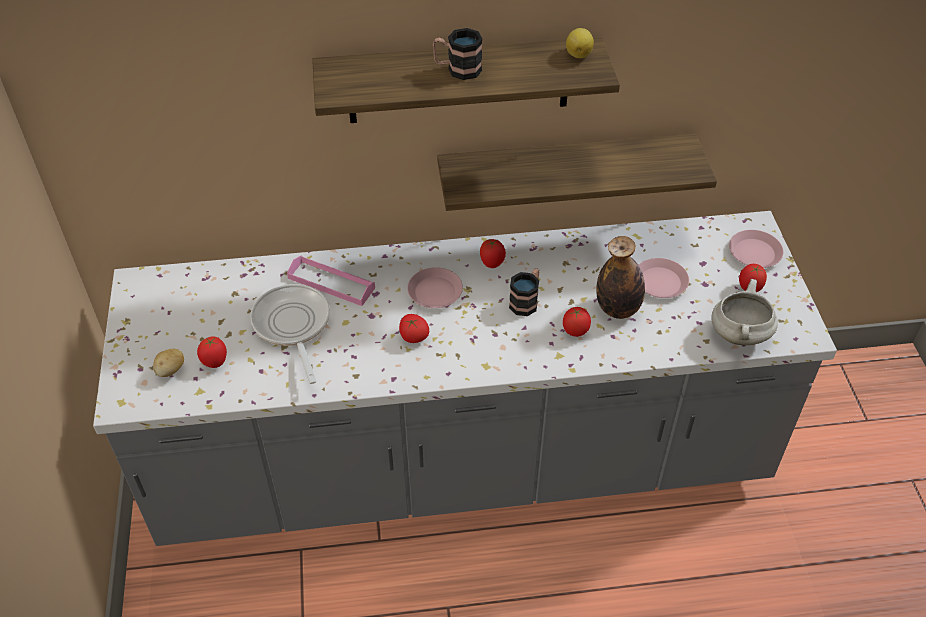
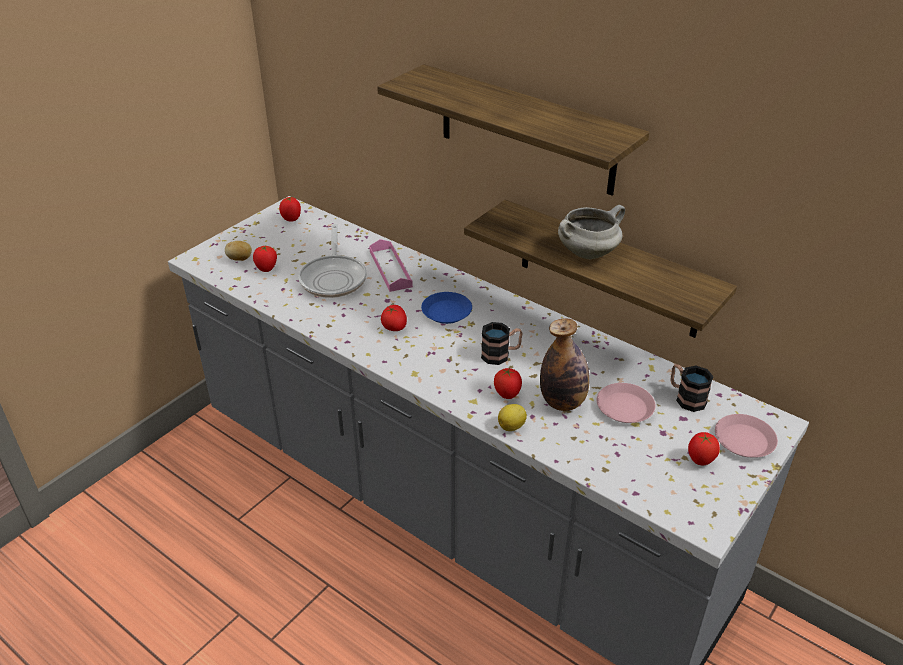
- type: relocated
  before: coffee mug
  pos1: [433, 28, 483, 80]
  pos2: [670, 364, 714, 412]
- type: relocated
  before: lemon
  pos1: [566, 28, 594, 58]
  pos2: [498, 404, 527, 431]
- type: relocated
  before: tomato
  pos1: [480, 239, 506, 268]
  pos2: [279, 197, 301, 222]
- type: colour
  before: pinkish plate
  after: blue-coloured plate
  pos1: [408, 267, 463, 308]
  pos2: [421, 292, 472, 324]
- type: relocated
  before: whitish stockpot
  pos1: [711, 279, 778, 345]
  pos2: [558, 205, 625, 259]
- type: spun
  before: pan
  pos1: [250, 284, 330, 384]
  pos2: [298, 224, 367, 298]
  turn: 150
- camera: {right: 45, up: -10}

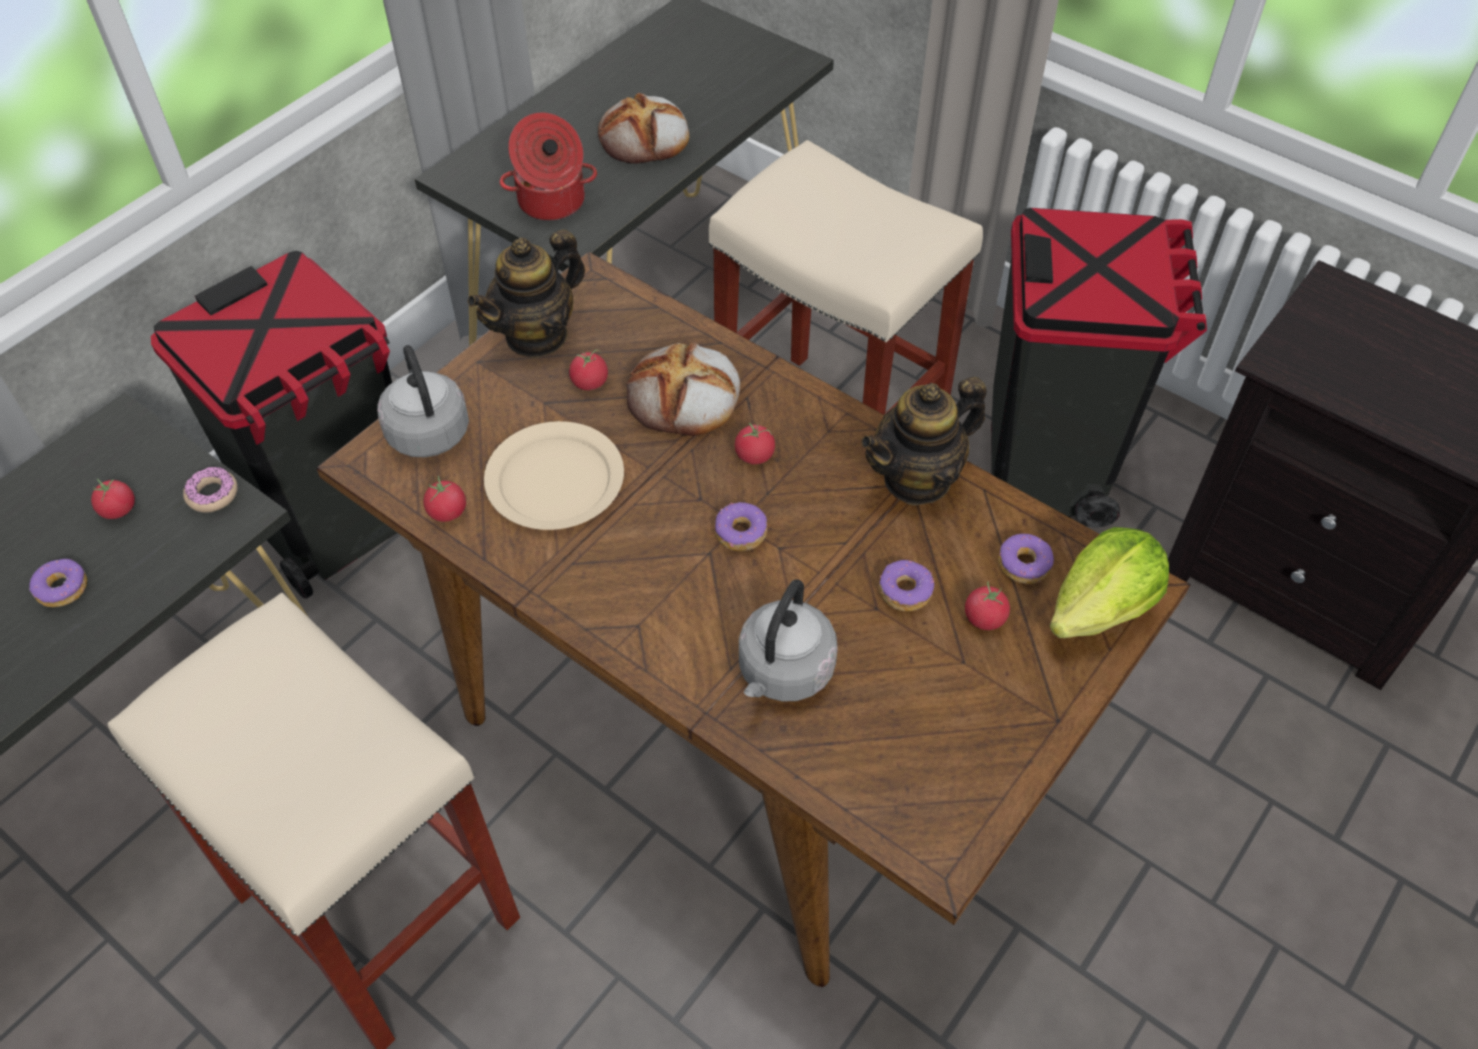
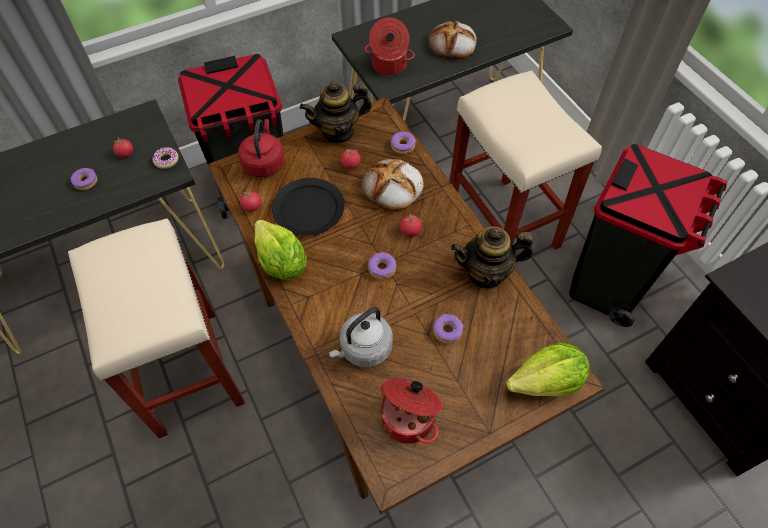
- type: colour
  before: greyish tea kettle
  after: red tea kettle
  pos1: [377, 345, 469, 458]
  pos2: [239, 119, 284, 177]
- type: colour
  before: beige-coloured plate
  after: black-coloured plate
  pos1: [484, 421, 624, 530]
  pos2: [272, 178, 345, 236]
- type: relocated
  before: donut
  pos1: [998, 534, 1054, 584]
  pos2: [391, 132, 416, 154]
- type: missing
  before: tomato
  pos1: [965, 581, 1010, 630]
- type: appeared
  after: lettuce
  pos2: [254, 220, 307, 280]
- type: appeared
  after: stockpot
  pos2: [381, 379, 442, 444]
- camera: {right: 25, up: 5}

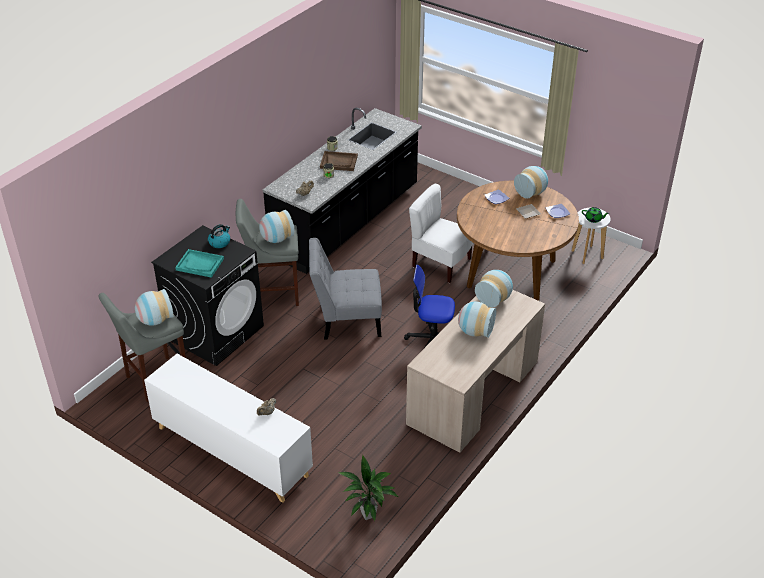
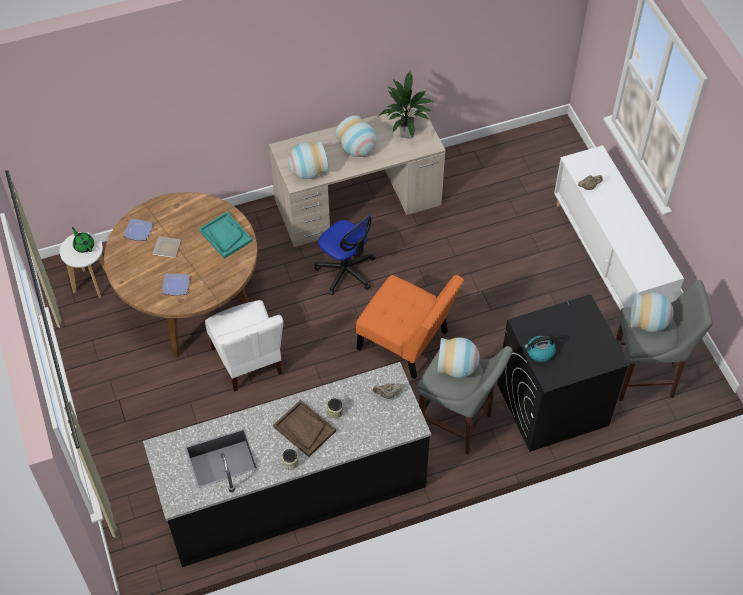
- type: missing
  before: decorative vase
  pos1: [514, 166, 548, 198]
- type: colour
  before: greyish plain chair
  after: orange plain chair
  pos1: [309, 238, 382, 340]
  pos2: [356, 275, 464, 379]
- type: relocated
  before: blue-green tray
  pos1: [175, 249, 224, 278]
  pos2: [199, 212, 253, 259]
- type: relocated
  before: houseplant
  pos1: [337, 455, 398, 521]
  pos2: [379, 71, 434, 139]
- camera: {right: -145, up: 15}

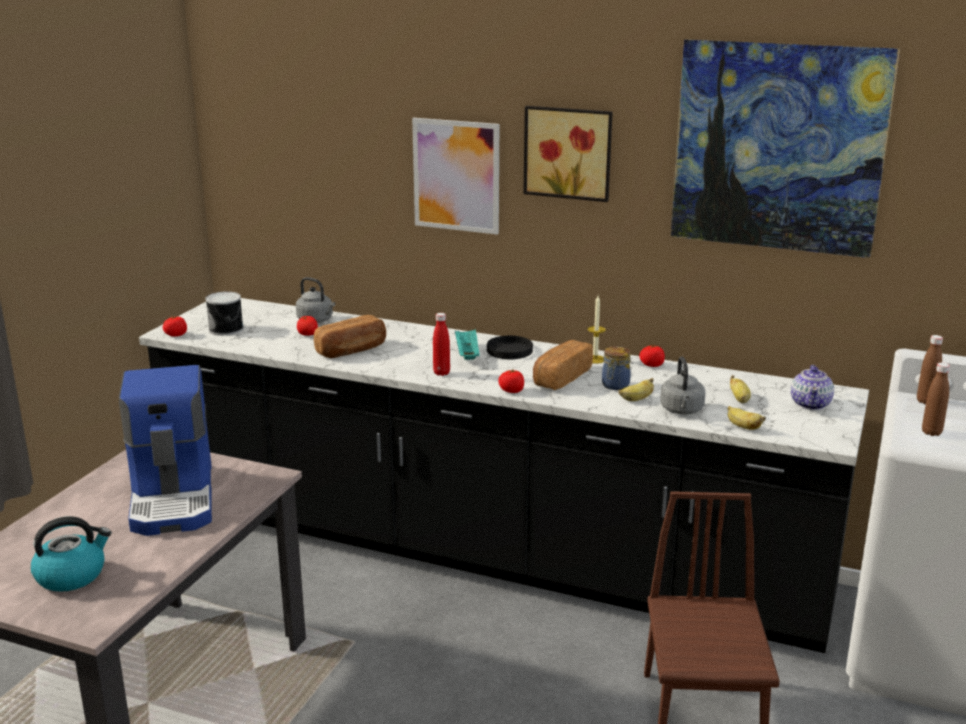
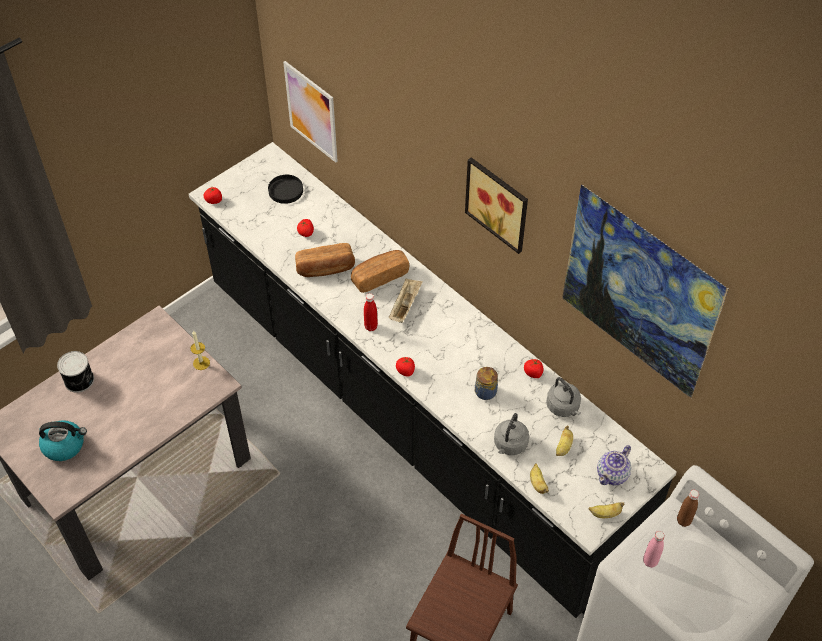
- type: relocated
  before: wall art
  pos1: [412, 118, 499, 235]
  pos2: [283, 61, 338, 163]
- type: relocated
  before: greyish tea kettle
  pos1: [296, 277, 335, 323]
  pos2: [546, 377, 581, 417]
- type: relocated
  before: sealed can
  pos1: [205, 291, 244, 336]
  pos2: [57, 351, 94, 393]
- type: relocated
  before: wax light
  pos1: [588, 296, 606, 364]
  pos2: [190, 330, 210, 370]
- type: colour
  before: blue-green tray
  after: beige-coloured tray
  pos1: [455, 329, 480, 360]
  pos2: [389, 278, 423, 323]
- type: relocated
  before: black-coloured plate
  pos1: [487, 336, 533, 359]
  pos2: [268, 175, 303, 204]
- type: relocated
  before: bread
  pos1: [533, 340, 593, 390]
  pos2: [351, 250, 409, 293]
- type: colour
  before: brown-coloured drink bottle
  after: pinkish drink bottle
  pos1: [922, 362, 950, 436]
  pos2: [643, 531, 665, 568]
- type: missing
  before: coffee machine
  pos1: [119, 365, 212, 536]
- type: relocated
  before: banana fruit
  pos1: [618, 378, 654, 401]
  pos2: [589, 502, 625, 518]
- camera: {right: 25, up: 30}

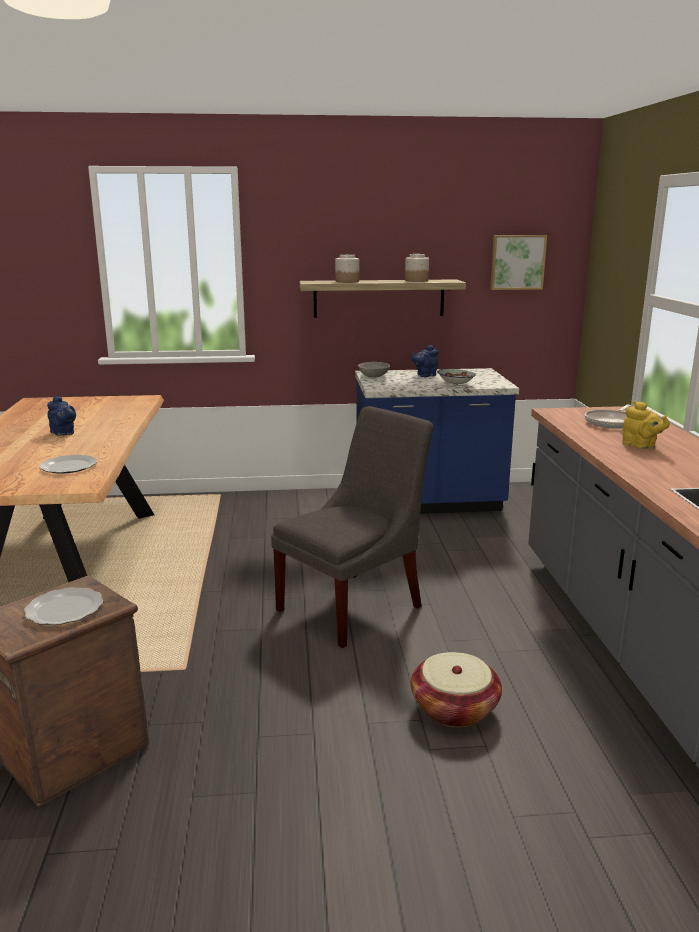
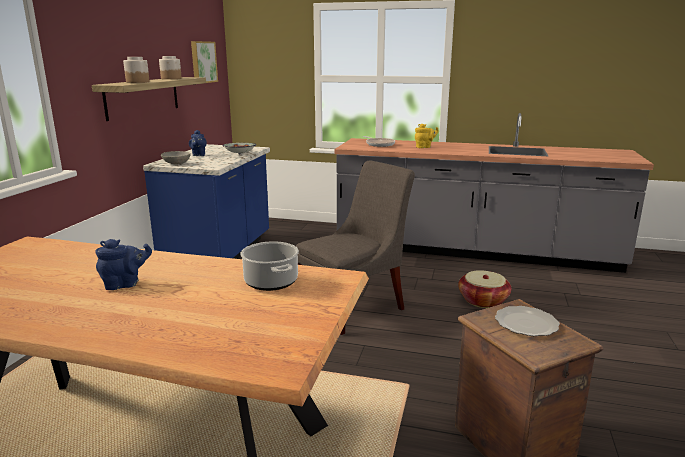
- type: spun
  before: greyish plain chair
  pos1: [271, 406, 433, 648]
  pos2: [296, 160, 415, 335]
  turn: 75
- type: exchanged
  before: plate
  after: stockpot
  pos1: [39, 455, 97, 474]
  pos2: [241, 241, 299, 291]
- camera: {right: -70, up: 0}

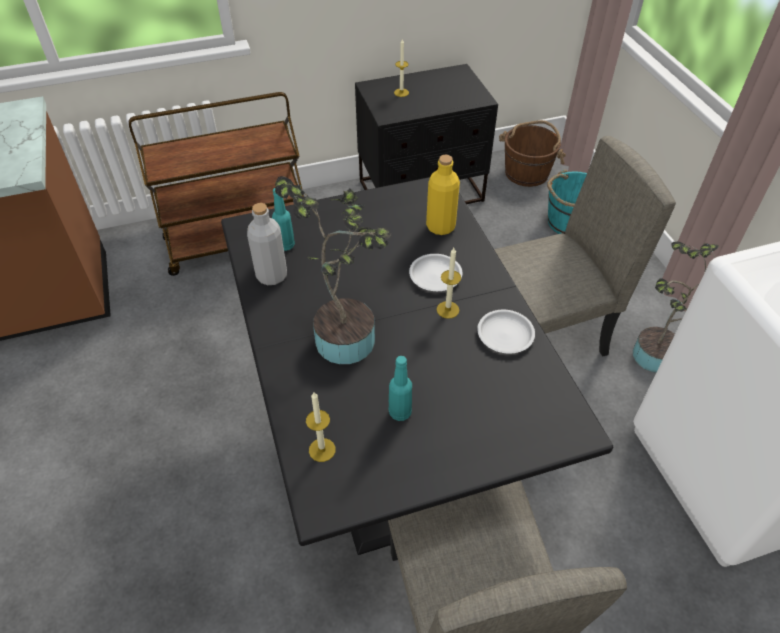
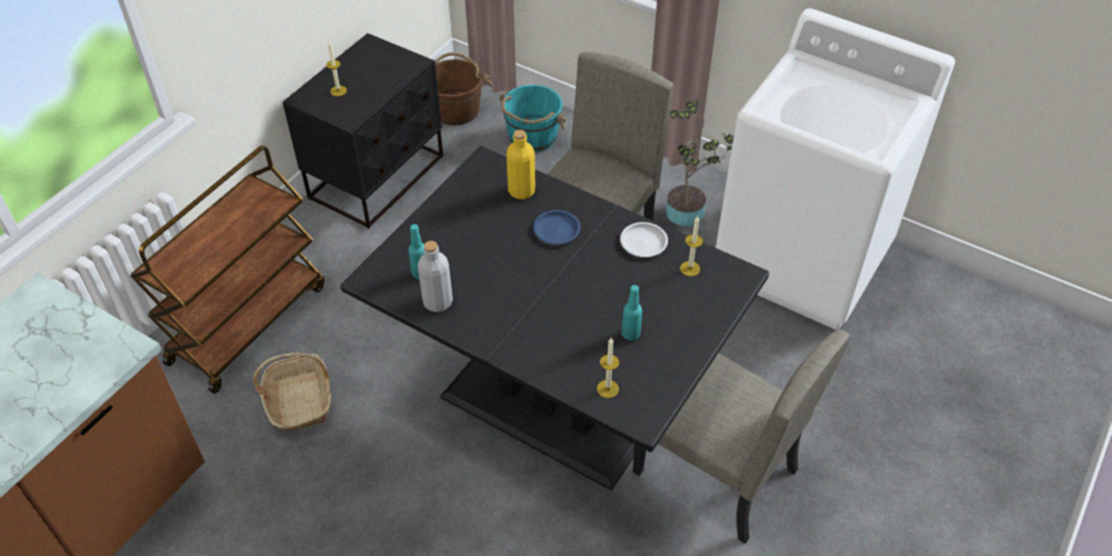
- type: missing
  before: houseplant
  pos1: [275, 176, 392, 364]
- type: relocated
  before: wax light
  pos1: [436, 248, 461, 319]
  pos2: [680, 215, 703, 276]
- type: colour
  before: whitish plate
  after: blue-coloured plate
  pos1: [409, 254, 462, 291]
  pos2: [533, 210, 580, 244]
- type: appeared
  after: basket
  pos2: [253, 352, 331, 432]
- camera: {right: -40, up: 0}

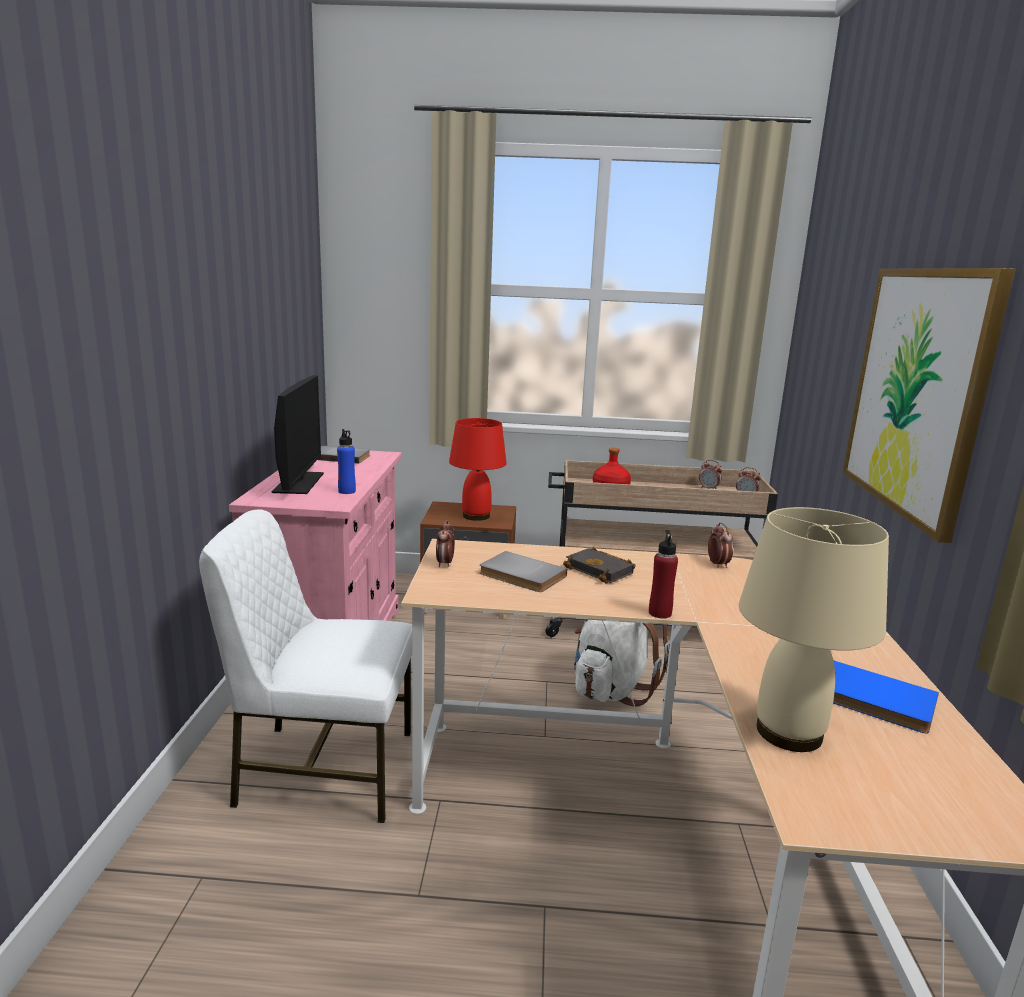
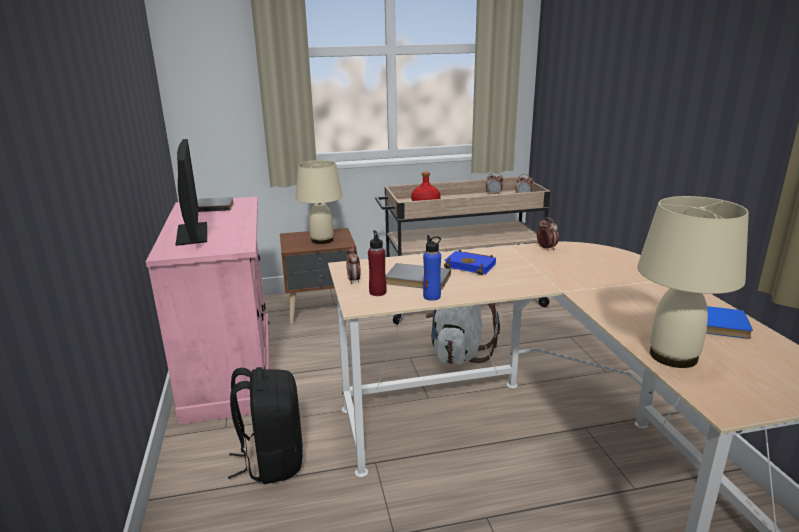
- type: missing
  before: wall art
  pos1: [843, 268, 1016, 543]
- type: colour
  before: red lamp for a table
  after: beige-coloured lamp for a table
  pos1: [449, 418, 507, 521]
  pos2: [296, 160, 343, 244]
- type: relocated
  before: blue-coloured drink bottle
  pos1: [337, 429, 356, 494]
  pos2: [423, 235, 441, 301]
- type: exchanged
  before: whitish plain chair
  after: black-coloured backpack
  pos1: [199, 509, 412, 823]
  pos2: [228, 367, 303, 484]
- type: relocated
  before: red drink bottle
  pos1: [649, 530, 678, 619]
  pos2: [368, 230, 387, 296]
- type: colour
  before: black-coloured volume
  after: blue-coloured volume
  pos1: [563, 547, 636, 583]
  pos2: [444, 249, 496, 275]
- camera: {right: -15, up: 5}

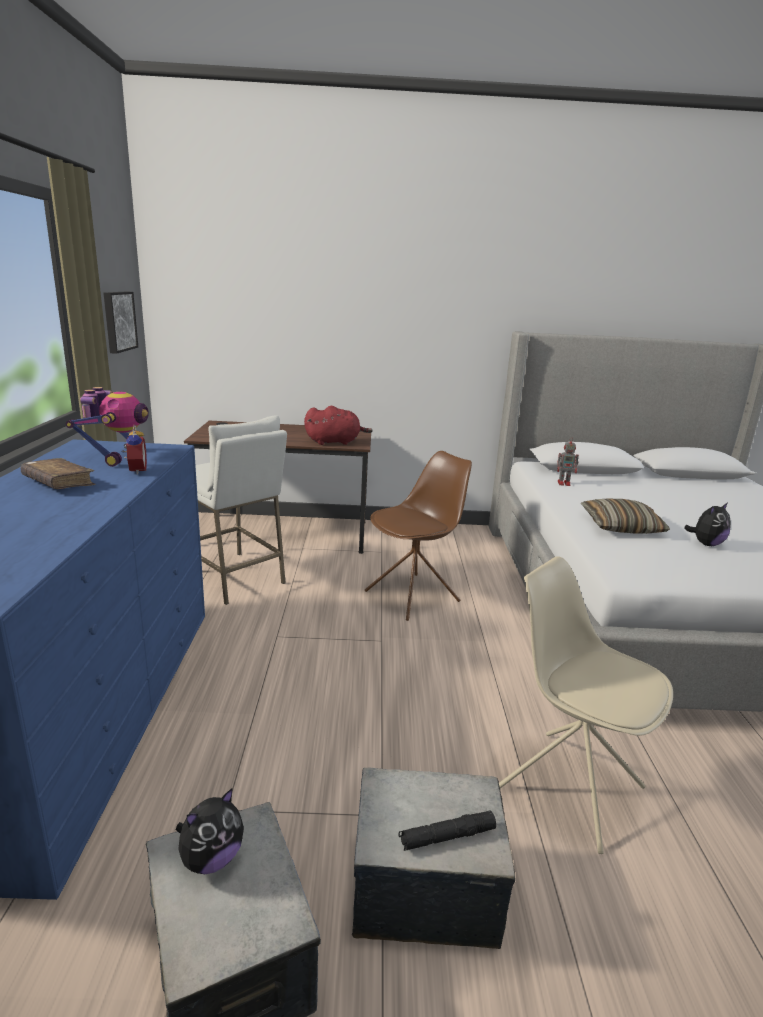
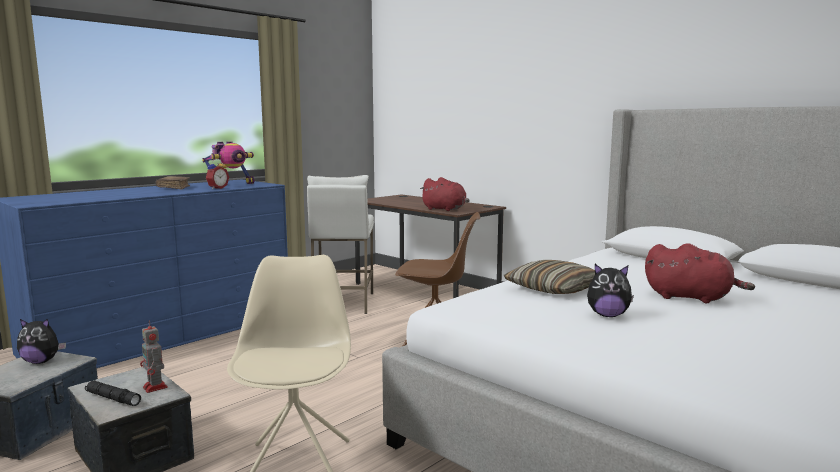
- type: missing
  before: wall art
  pos1: [103, 291, 138, 354]
- type: relocated
  before: toy robot
  pos1: [557, 437, 579, 486]
  pos2: [140, 320, 168, 393]
- type: appeared
  after: red cuddly toy
  pos2: [645, 243, 755, 303]
- camera: {right: 45, up: -10}

